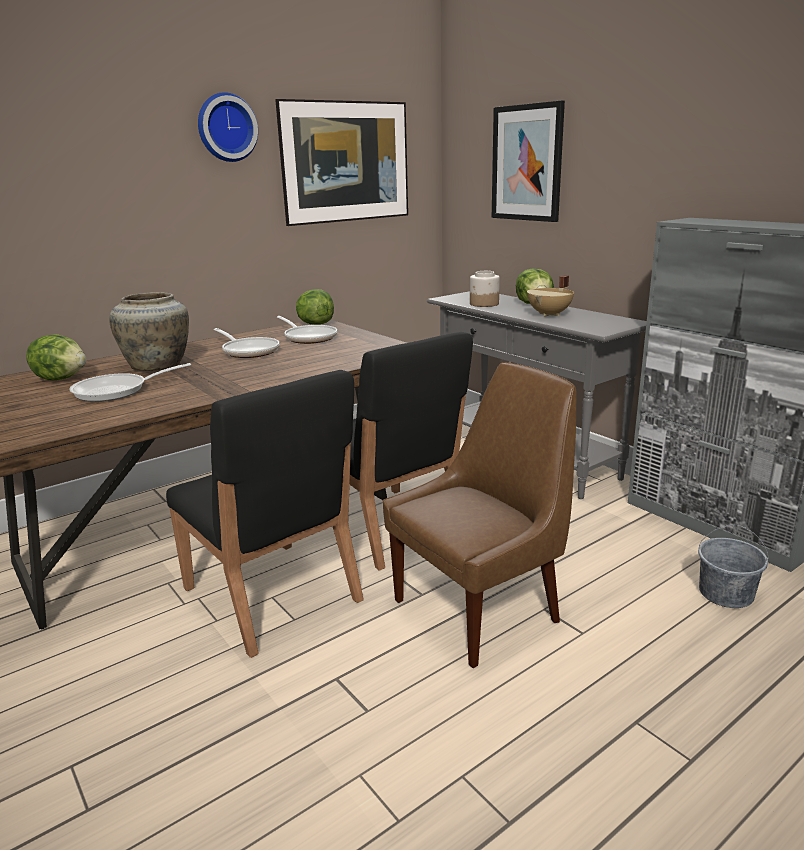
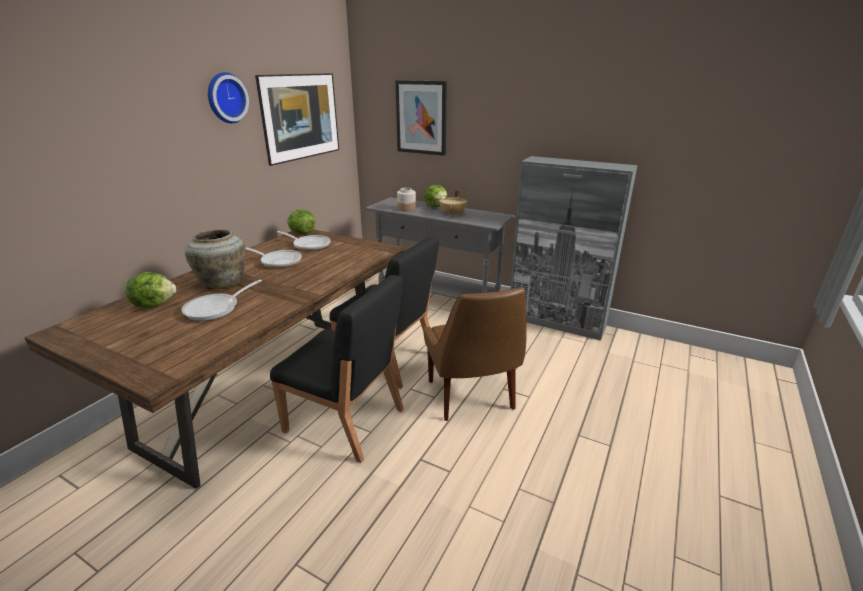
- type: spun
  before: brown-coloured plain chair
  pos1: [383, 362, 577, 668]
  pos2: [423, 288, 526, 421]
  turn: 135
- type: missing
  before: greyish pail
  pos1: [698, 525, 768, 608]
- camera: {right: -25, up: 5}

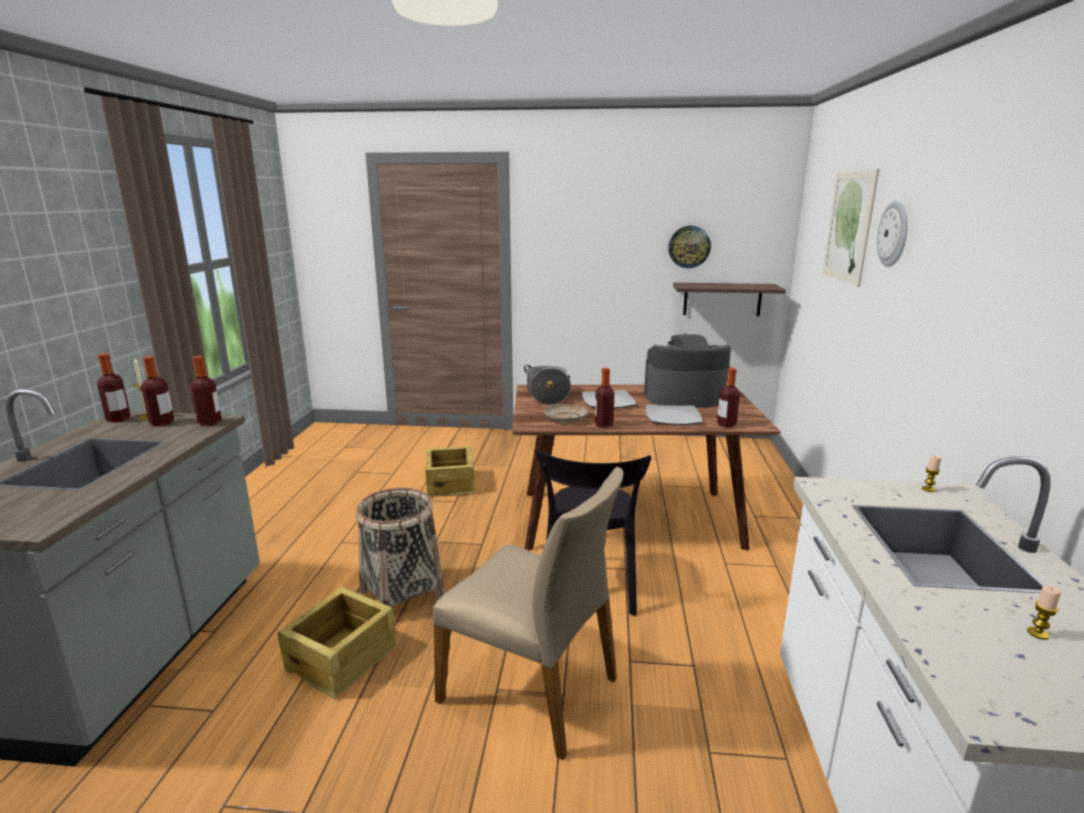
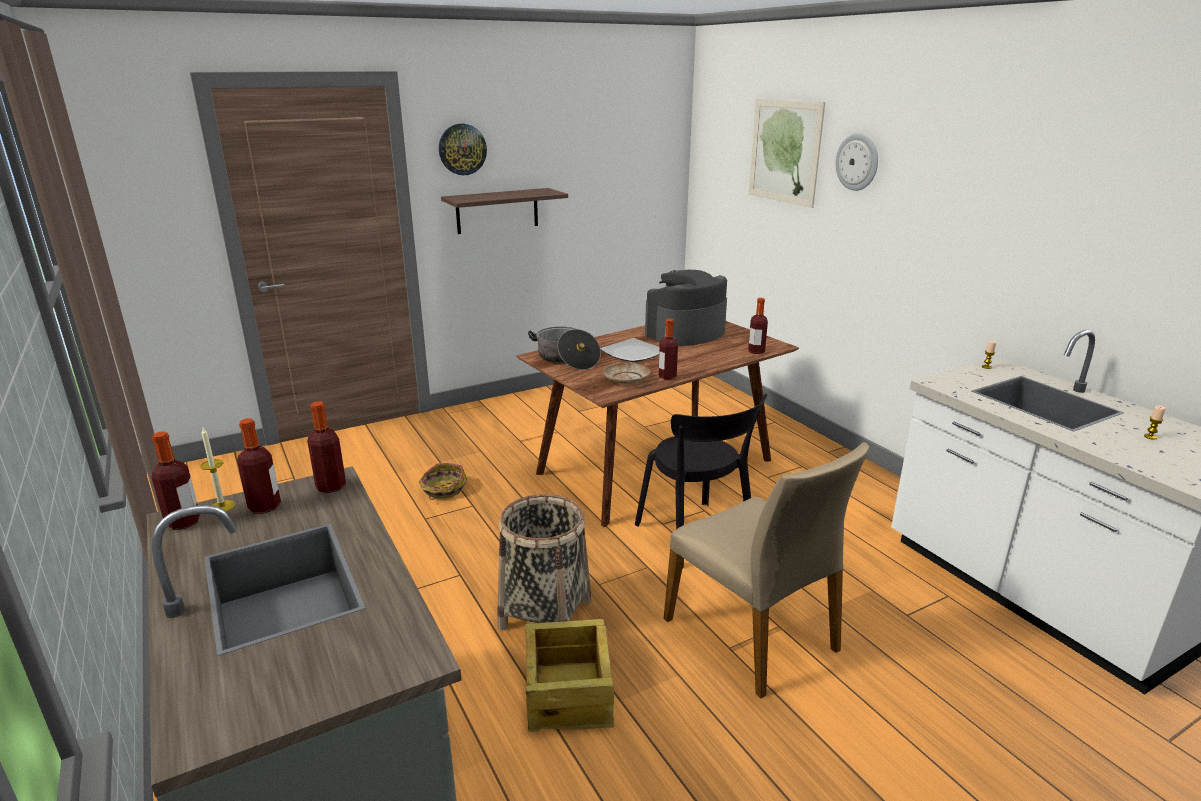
- type: relocated
  before: clock on the wall
  pos1: [668, 226, 711, 268]
  pos2: [439, 124, 487, 175]
- type: relocated
  before: wall shelf
  pos1: [673, 283, 786, 316]
  pos2: [441, 188, 568, 234]
- type: missing
  before: plate
  pos1: [646, 404, 702, 425]
- type: exchanged
  before: packing crate
  after: basket
  pos1: [425, 446, 475, 497]
  pos2: [419, 463, 467, 500]
- type: spun
  before: beige-coloured plain chair
  pos1: [433, 467, 623, 760]
  pos2: [664, 442, 869, 698]
  turn: 60
- camera: {right: -35, up: 5}

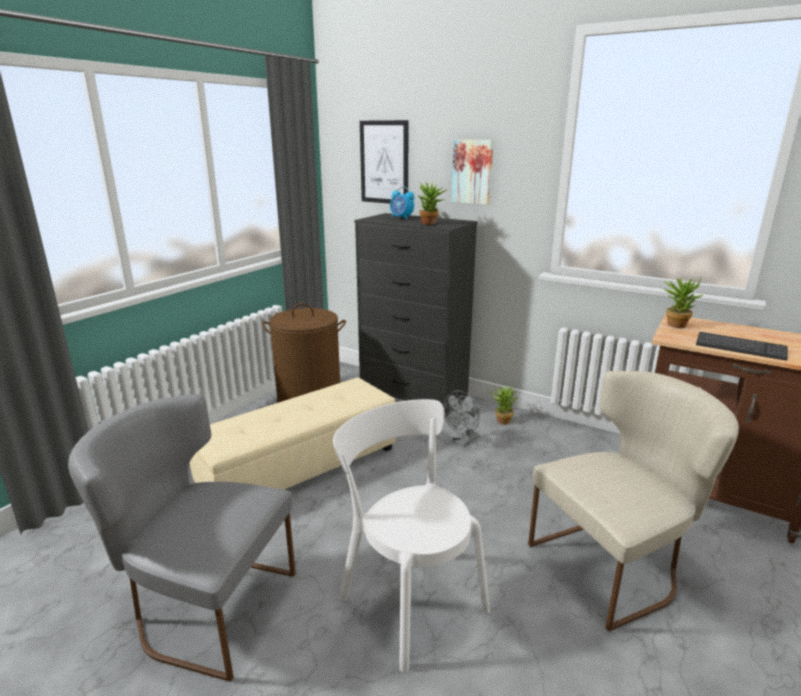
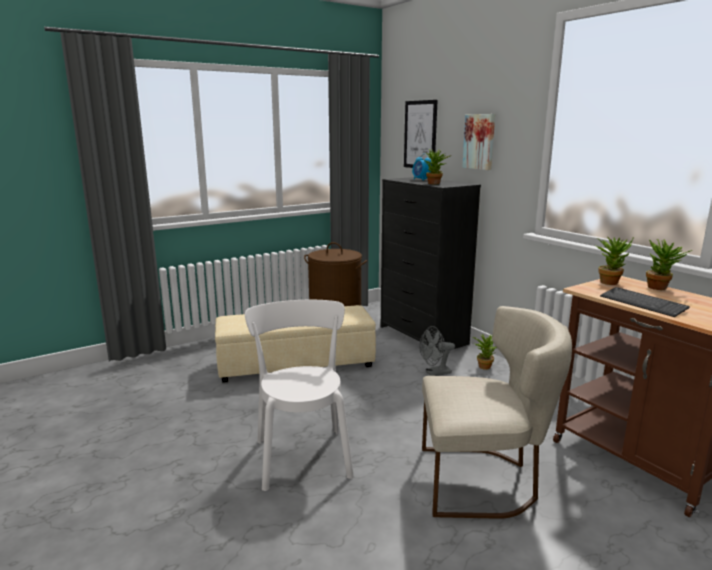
- type: missing
  before: greyish plain chair
  pos1: [68, 394, 296, 681]
- type: appeared
  after: houseplant
  pos2: [646, 239, 692, 290]
- camera: {right: 25, up: -5}

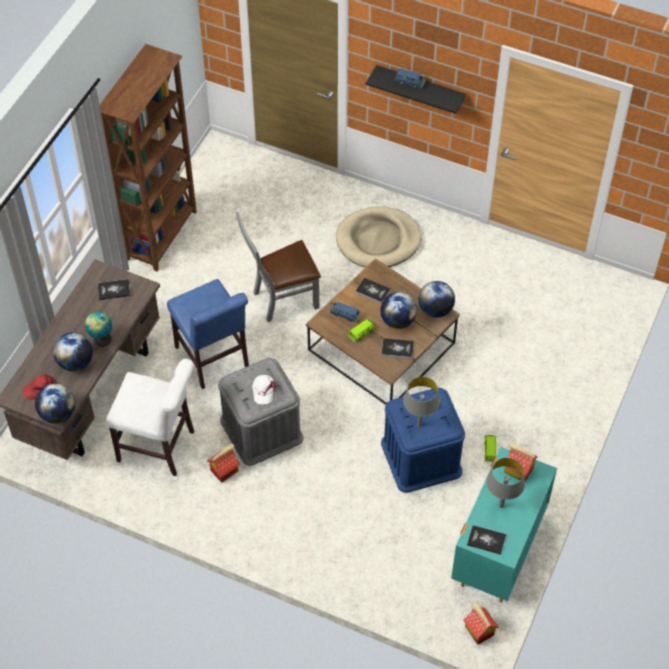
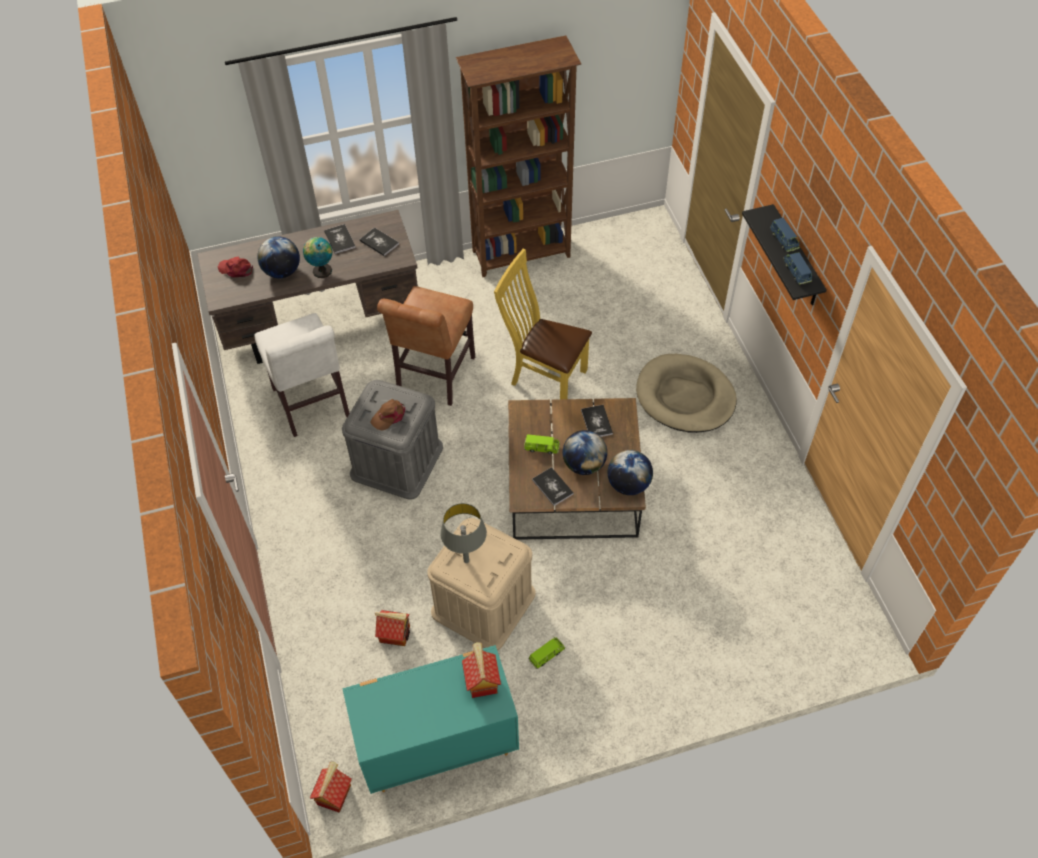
- type: colour
  before: greyish plain chair
  after: yellow-coloured plain chair
  pos1: [236, 212, 321, 322]
  pos2: [494, 249, 592, 399]
- type: colour
  before: blue-coloured plain chair
  after: brown-coloured plain chair
  pos1: [167, 279, 249, 389]
  pos2: [377, 286, 475, 406]
- type: relocated
  before: blue-coloured toy car
  pos1: [330, 302, 360, 322]
  pos2: [783, 253, 812, 284]
- type: colour
  before: whitish baseball cap
  after: brown-coloured baseball cap
  pos1: [252, 375, 276, 404]
  pos2: [370, 399, 405, 431]
- type: missing
  before: desk globe
  pos1: [35, 384, 76, 424]
- type: colour
  before: blue-coloured storage box
  after: beige-coloured storage box
  pos1: [381, 388, 465, 493]
  pos2: [427, 518, 535, 651]
- type: relocated
  before: miniature house
  pos1: [207, 443, 240, 483]
  pos2: [375, 610, 410, 646]
- type: missing
  before: greyish lamp for a table
  pos1: [486, 458, 525, 508]
- type: relocated
  before: volume
  pos1: [467, 525, 506, 555]
  pos2: [324, 224, 356, 254]
- camera: {right: 50, up: 0}

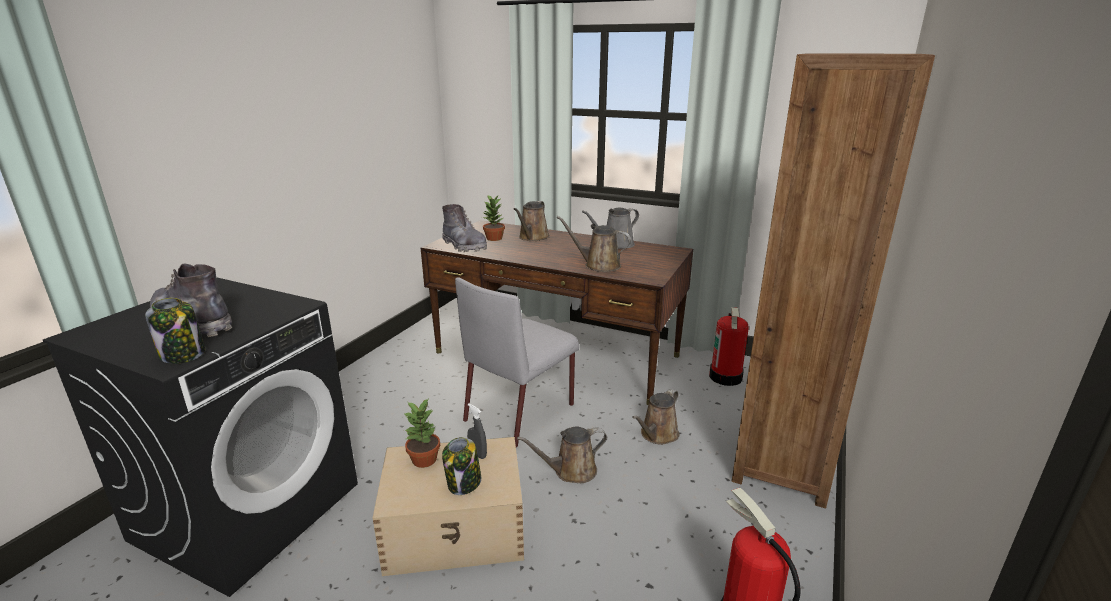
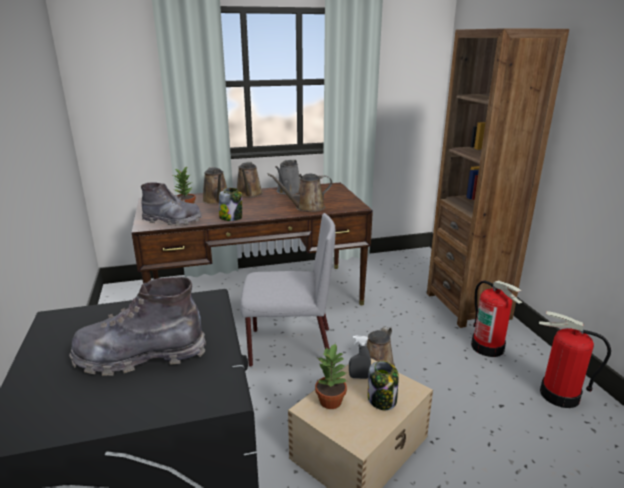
- type: spun
  before: greyish plain chair
  pos1: [455, 278, 579, 448]
  pos2: [240, 213, 335, 367]
  turn: -90
- type: relocated
  before: storage jar
  pos1: [145, 298, 205, 364]
  pos2: [219, 188, 242, 221]
- type: relocated
  before: fire extinguisher
  pos1: [709, 307, 748, 386]
  pos2: [471, 280, 523, 357]
- type: relocated
  before: brown-coloured watering can
  pos1: [632, 389, 679, 445]
  pos2: [237, 162, 263, 198]
- camera: {right: -40, up: 0}

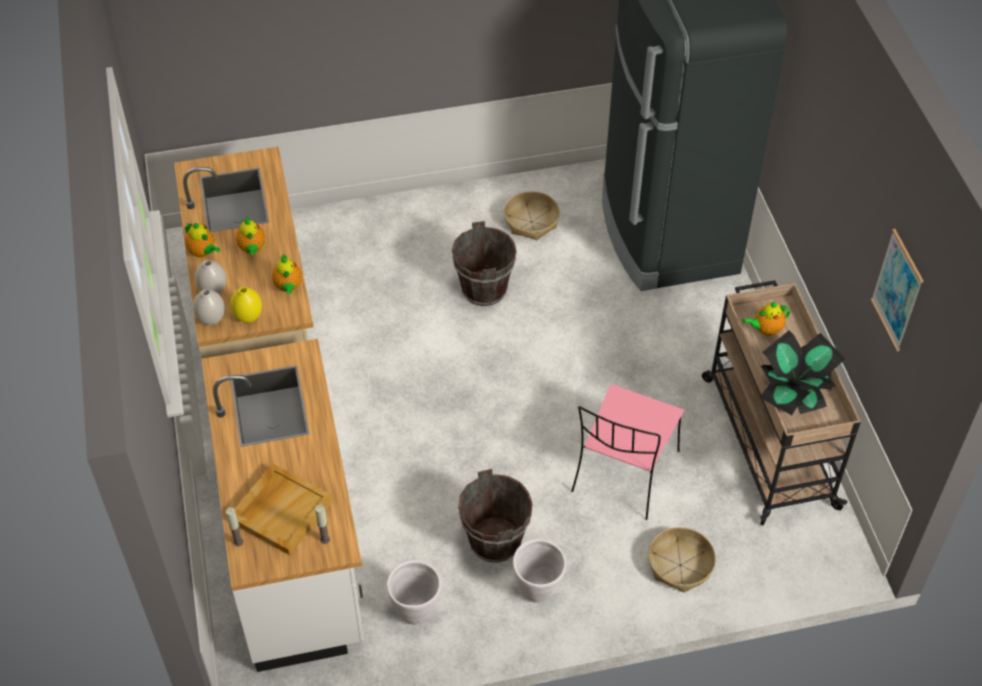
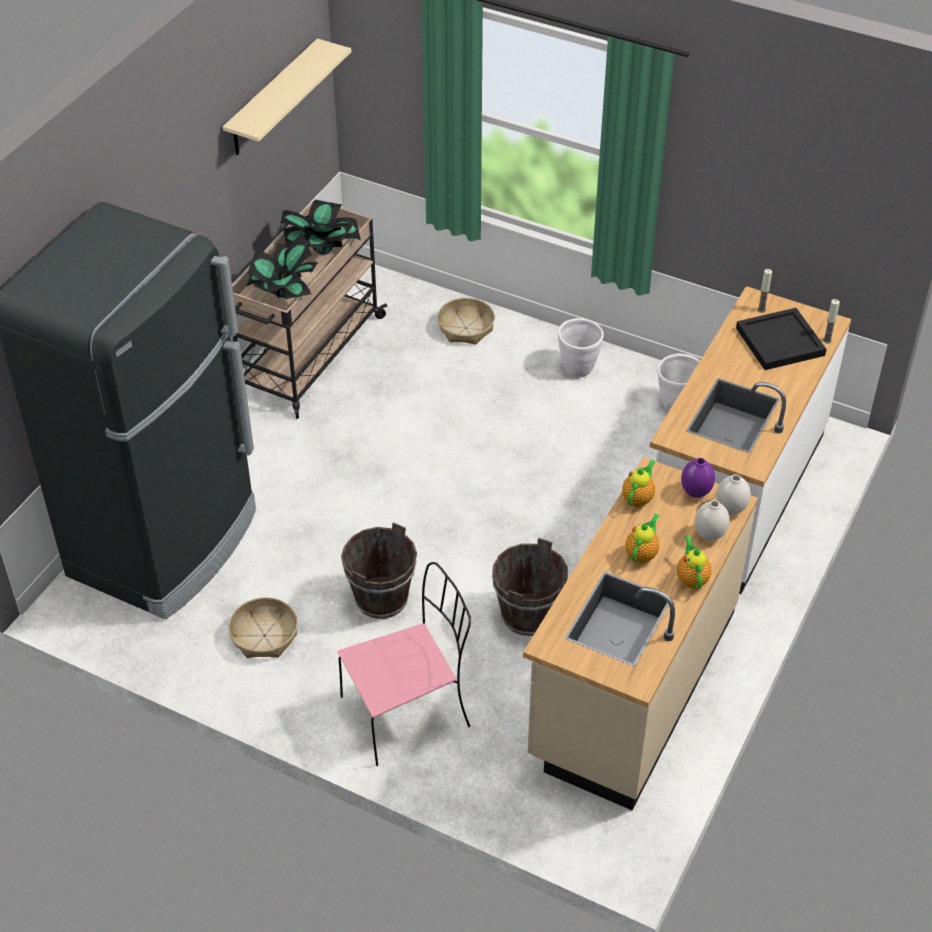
- type: exchanged
  before: wall art
  after: beige-coloured wall shelf
  pos1: [871, 229, 923, 351]
  pos2: [223, 39, 351, 155]
- type: colour
  before: yellow-coloured decorative vase
  after: purple-coloured decorative vase
  pos1: [230, 287, 262, 323]
  pos2: [681, 458, 715, 498]
- type: exchanged
  before: pot for tea
  after: houseplant
  pos1: [742, 302, 790, 336]
  pos2: [246, 234, 318, 299]
- type: relocated
  before: pinkish plain chair
  pos1: [571, 384, 684, 520]
  pos2: [338, 562, 471, 766]
- type: colour
  before: beige-coloured tray
  after: black-coloured tray
  pos1: [234, 463, 333, 555]
  pos2: [736, 308, 826, 370]
- type: relocated
  before: brown-coloured pail
  pos1: [458, 469, 532, 563]
  pos2: [492, 538, 568, 636]
- camera: {right: -140, up: -5}

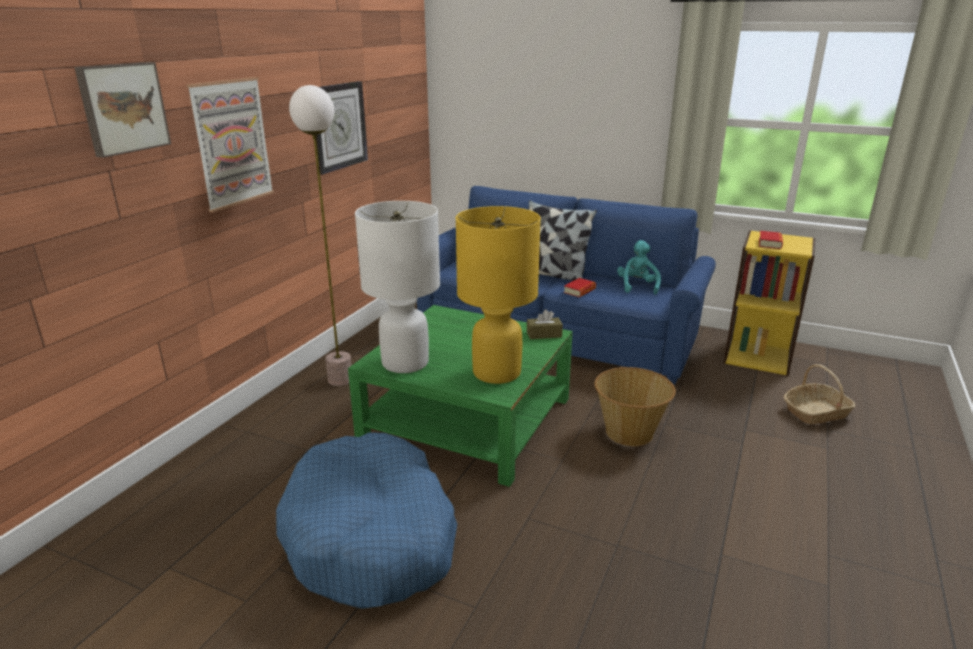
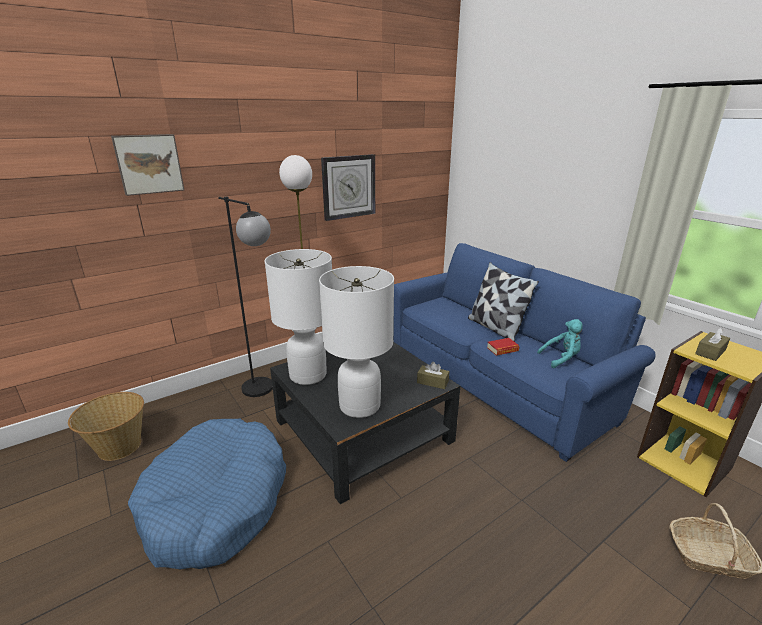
- type: missing
  before: wall art
  pos1: [186, 77, 274, 212]
- type: colour
  before: yellow-coloured lamp for a table
  after: whitish lamp for a table
  pos1: [455, 206, 541, 384]
  pos2: [319, 266, 394, 418]
- type: exchanged
  before: volume
  after: brown-coloured box of tissues
  pos1: [759, 231, 783, 249]
  pos2: [695, 328, 730, 361]
- type: spun
  before: blue-green cuddly toy
  pos1: [617, 240, 661, 295]
  pos2: [537, 319, 583, 368]
  turn: 45
- type: colour
  before: greenish lounge table
  after: black-coloured lounge table
  pos1: [348, 305, 573, 487]
  pos2: [270, 342, 460, 504]
- type: relocated
  before: basket
  pos1: [595, 367, 676, 446]
  pos2: [68, 392, 144, 461]
- type: appeared
  after: black-coloured standing lamp
  pos2: [218, 197, 273, 397]
- camera: {right: 30, up: 0}

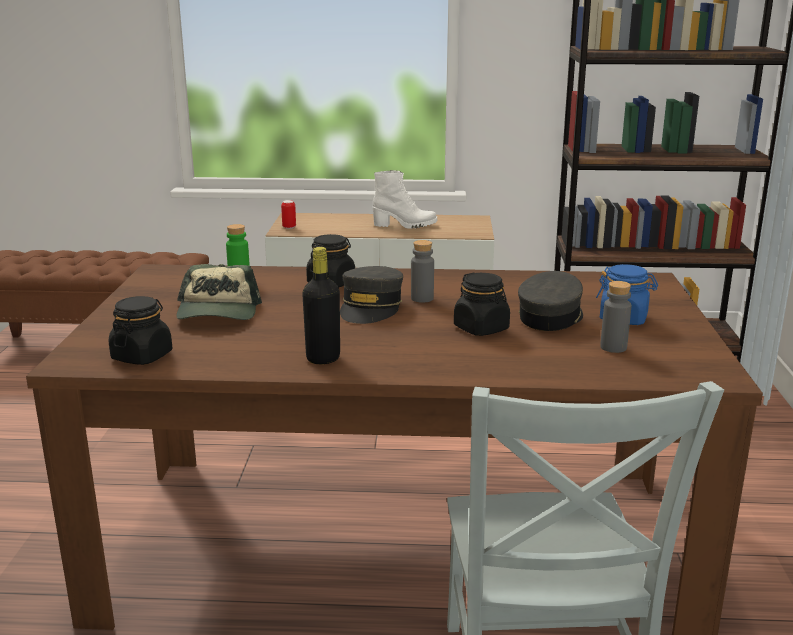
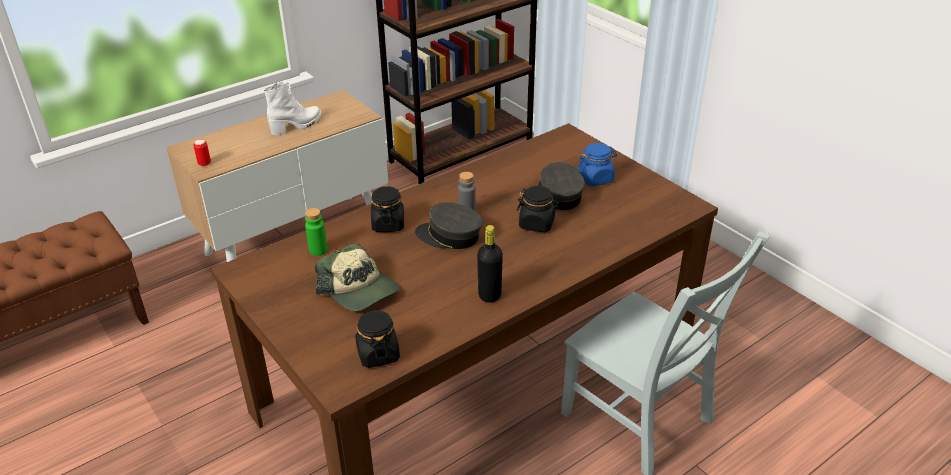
- type: spun
  before: greyish baseball cap
  pos1: [340, 266, 403, 324]
  pos2: [415, 202, 483, 249]
  turn: 135
- type: missing
  before: greyish drink bottle
  pos1: [600, 281, 631, 353]
- camera: {right: -40, up: 15}

